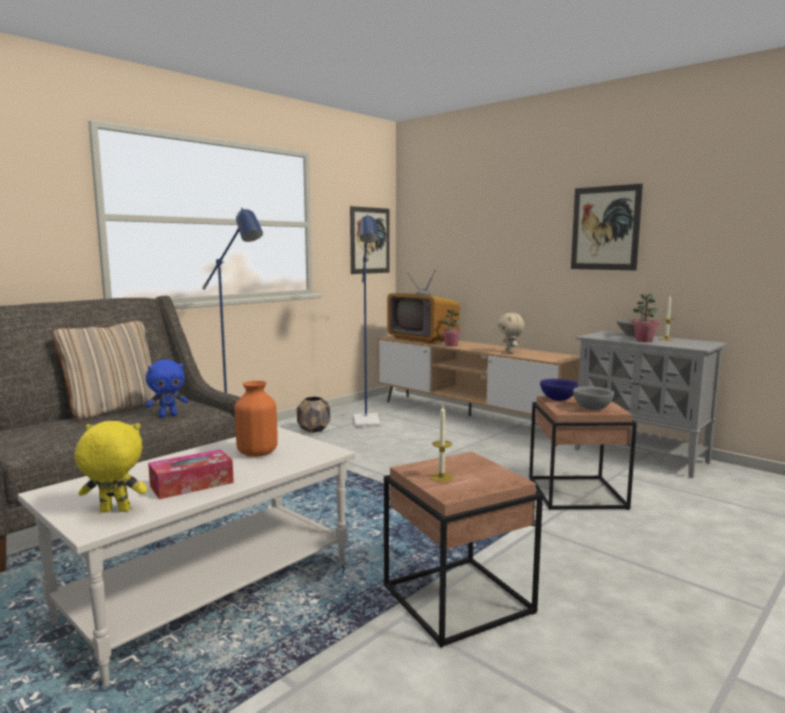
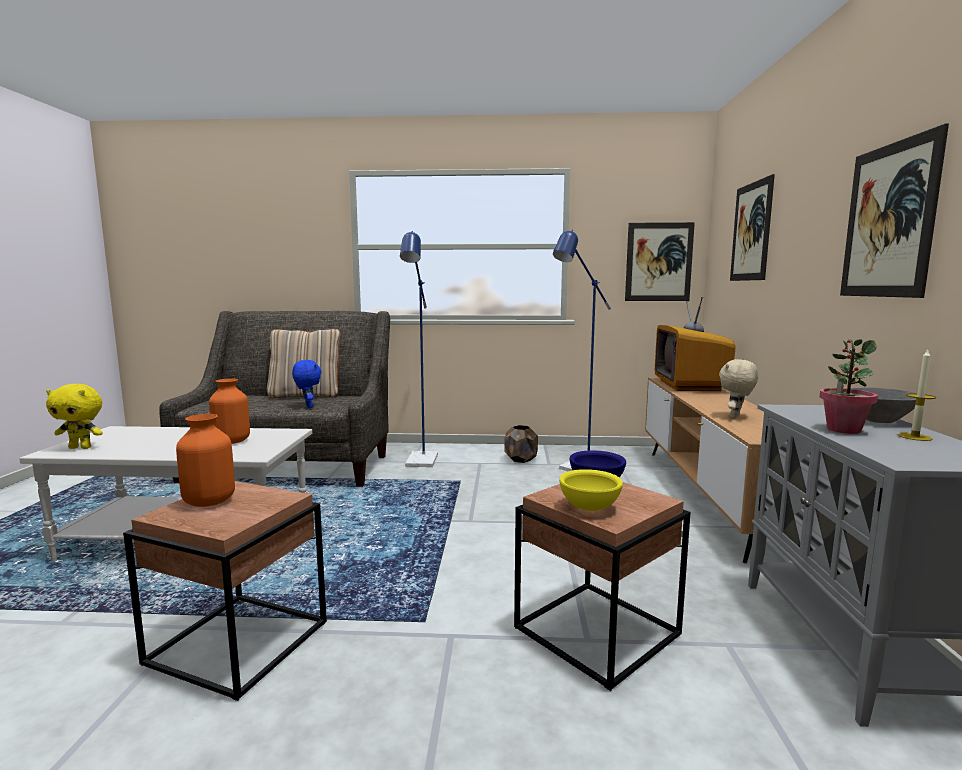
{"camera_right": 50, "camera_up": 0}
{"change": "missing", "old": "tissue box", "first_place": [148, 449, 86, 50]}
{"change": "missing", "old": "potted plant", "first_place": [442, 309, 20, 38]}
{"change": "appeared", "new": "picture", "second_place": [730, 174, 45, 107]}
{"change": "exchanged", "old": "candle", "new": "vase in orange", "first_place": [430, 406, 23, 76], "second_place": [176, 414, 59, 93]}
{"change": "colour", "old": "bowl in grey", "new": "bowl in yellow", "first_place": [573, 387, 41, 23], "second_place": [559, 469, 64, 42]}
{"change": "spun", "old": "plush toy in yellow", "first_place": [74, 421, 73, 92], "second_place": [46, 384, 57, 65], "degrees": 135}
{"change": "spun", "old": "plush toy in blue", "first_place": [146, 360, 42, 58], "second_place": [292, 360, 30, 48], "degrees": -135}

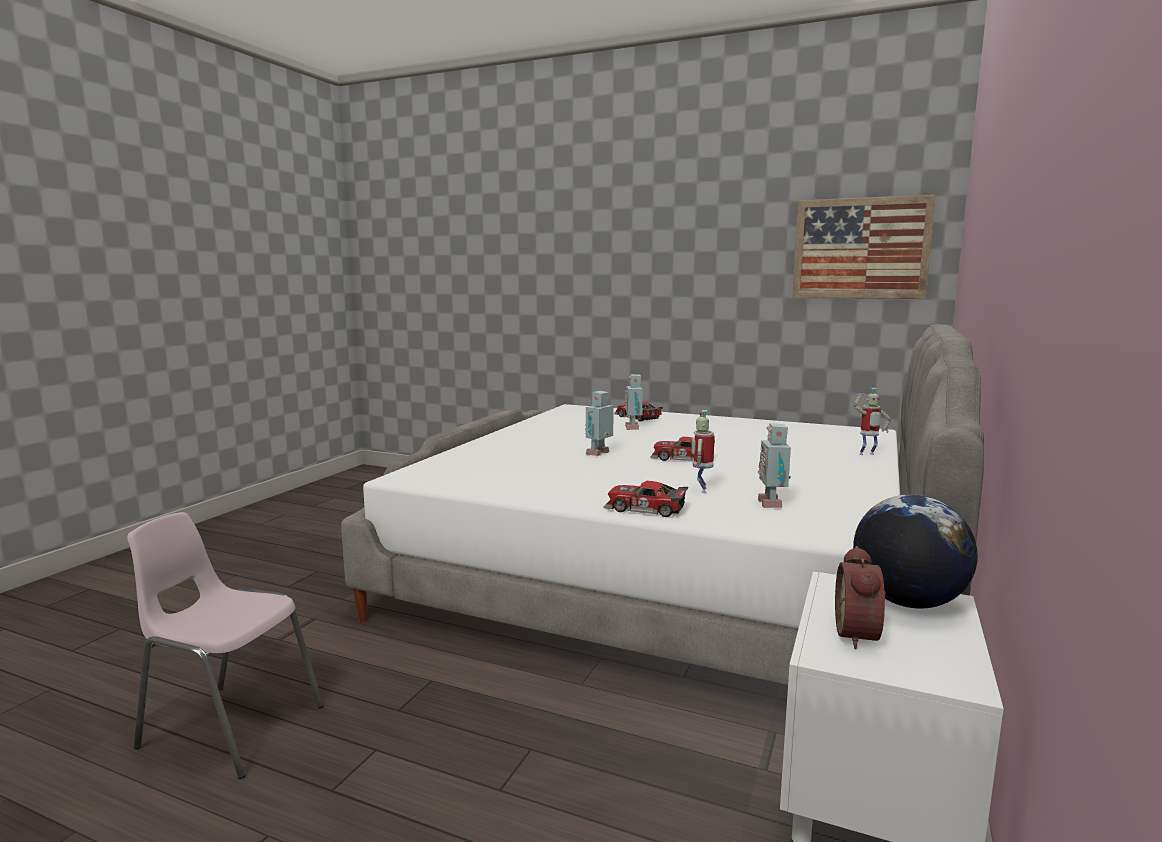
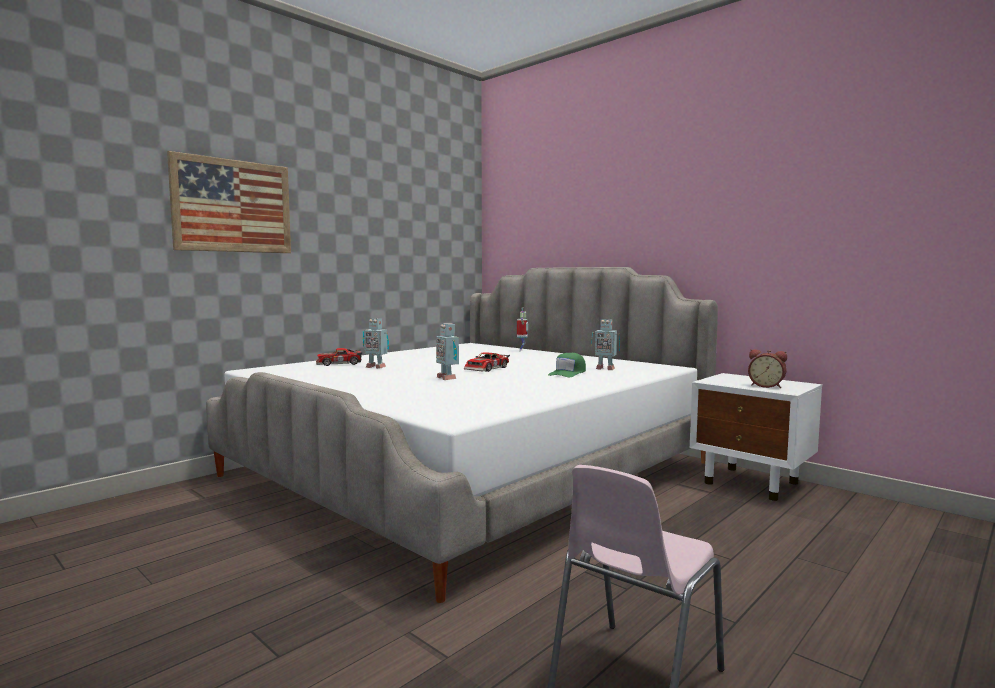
{"camera_right": -70, "camera_up": -5}
{"change": "missing", "old": "toy car", "first_place": [603, 481, 85, 36]}
{"change": "missing", "old": "globe", "first_place": [853, 494, 125, 115]}
{"change": "relocated", "old": "picture", "first_place": [792, 195, 144, 104], "second_place": [167, 151, 124, 102]}
{"change": "exchanged", "old": "toy robot", "new": "cap in green", "first_place": [692, 410, 23, 83], "second_place": [548, 353, 38, 24]}

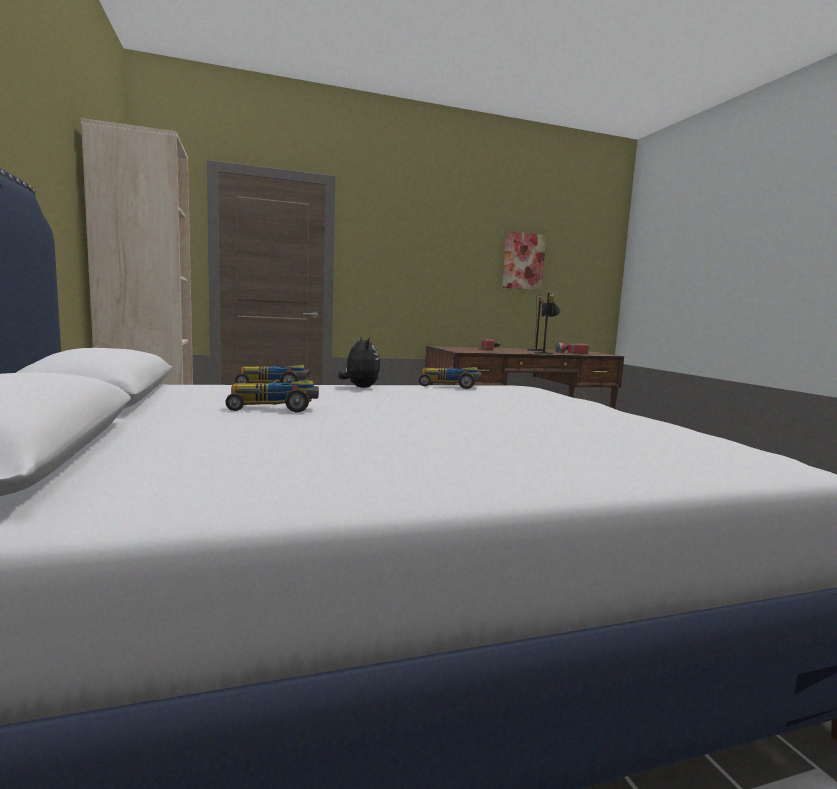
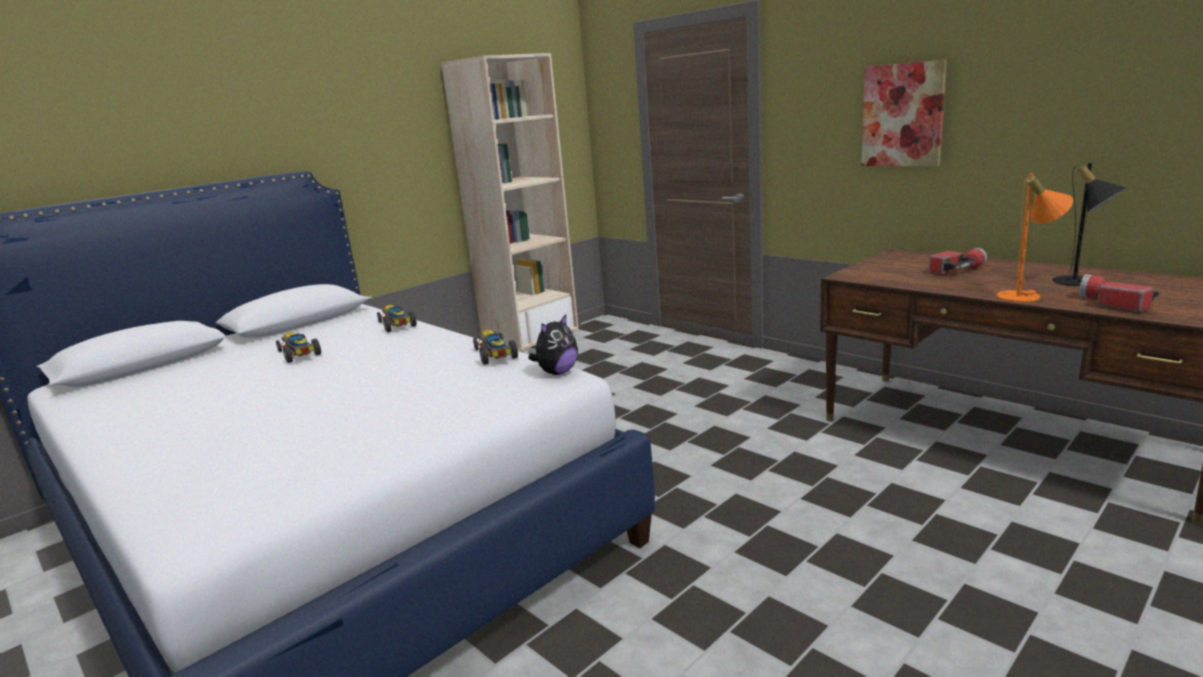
{"camera_right": 65, "camera_up": 10}
{"change": "relocated", "old": "plush toy", "first_place": [338, 336, 43, 52], "second_place": [528, 314, 50, 61]}
{"change": "relocated", "old": "picture", "first_place": [502, 231, 44, 59], "second_place": [861, 60, 86, 107]}
{"change": "colour", "old": "table lamp in black", "new": "table lamp in orange", "first_place": [534, 293, 26, 61], "second_place": [997, 173, 76, 129]}

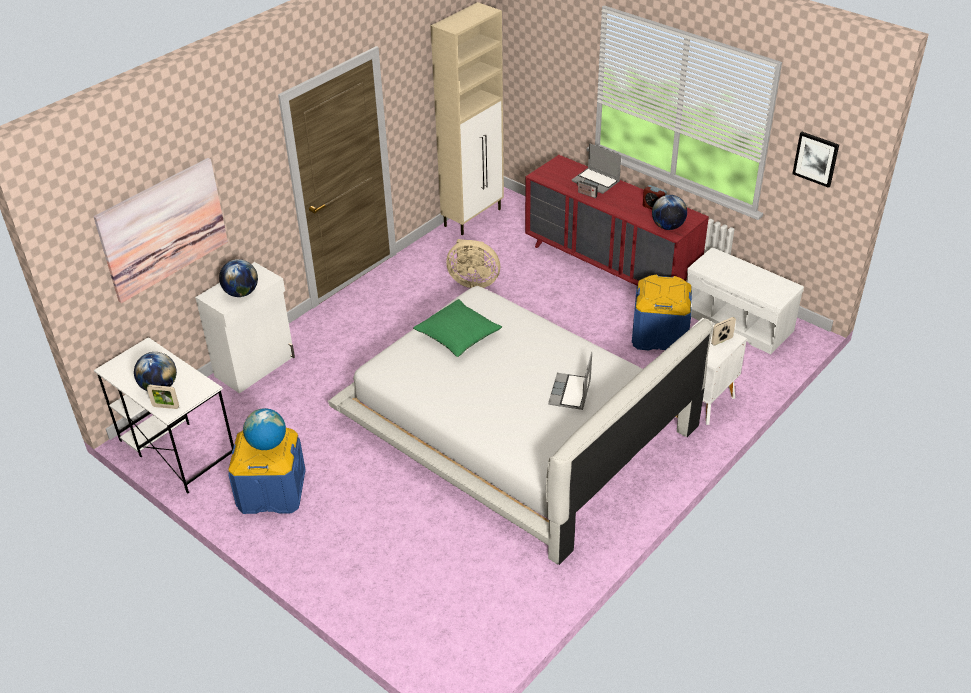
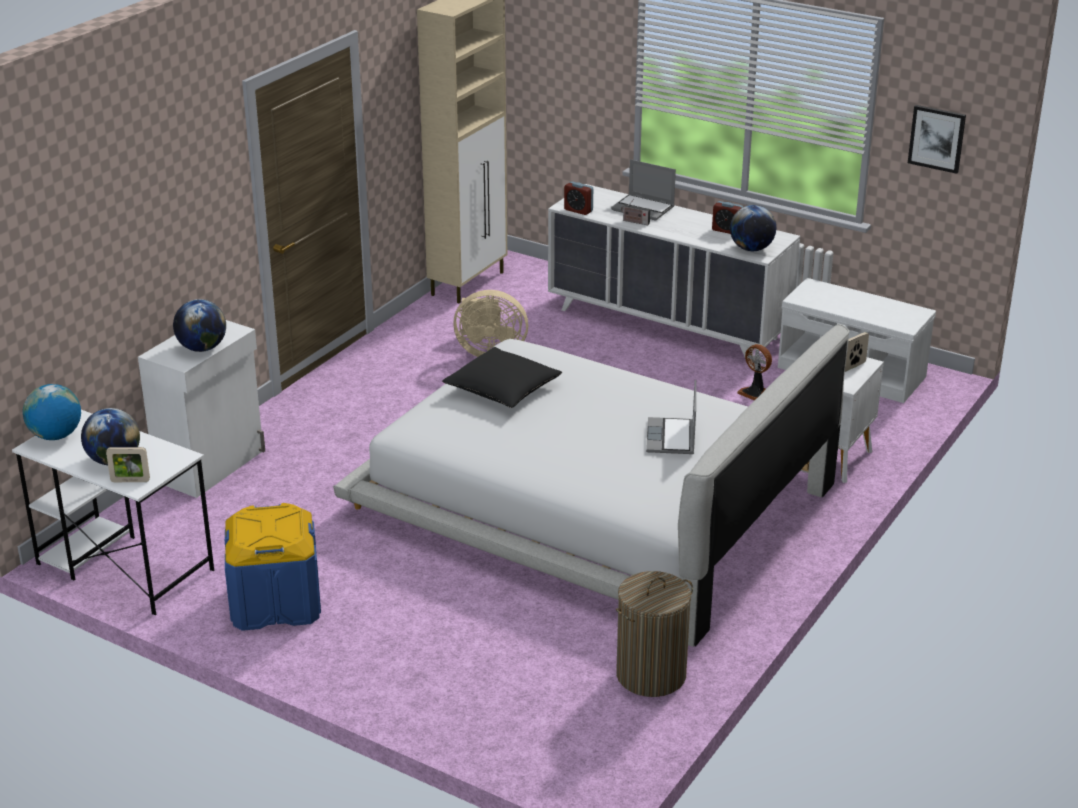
{"camera_right": -10, "camera_up": -10}
{"change": "missing", "old": "picture", "first_place": [93, 158, 135, 145]}
{"change": "appeared", "new": "alarm clock", "second_place": [564, 181, 29, 34]}
{"change": "appeared", "new": "laundry basket", "second_place": [616, 571, 77, 126]}
{"change": "relocated", "old": "globe", "first_place": [243, 408, 43, 42], "second_place": [23, 384, 58, 56]}
{"change": "exchanged", "old": "storage box in blue", "new": "fan", "first_place": [632, 275, 60, 75], "second_place": [737, 344, 35, 57]}
{"change": "colour", "old": "pillow in green", "new": "pillow in black", "first_place": [413, 299, 89, 58], "second_place": [442, 347, 120, 61]}
{"change": "colour", "old": "dresser in red", "new": "dresser in white", "first_place": [525, 155, 184, 131], "second_place": [548, 184, 252, 173]}

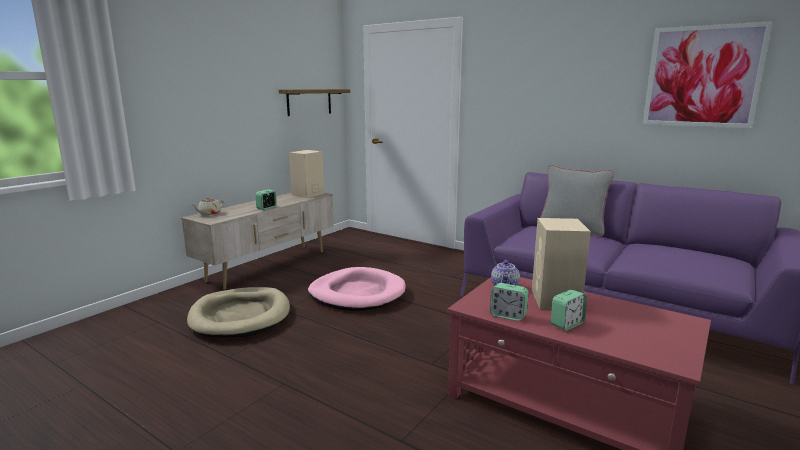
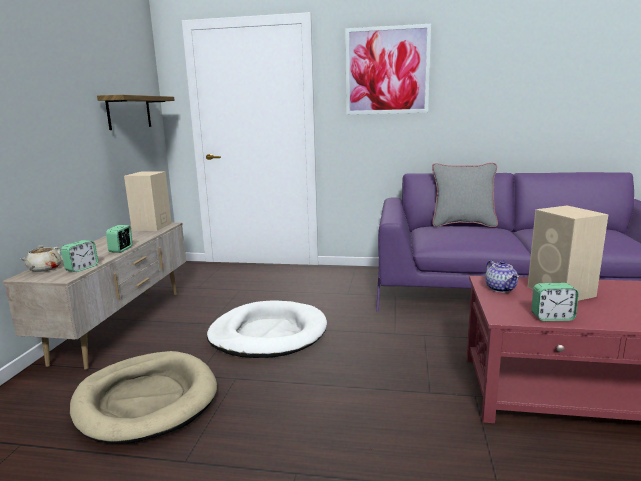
{"camera_right": -25, "camera_up": 0}
{"change": "relocated", "old": "alarm clock", "first_place": [551, 290, 36, 41], "second_place": [61, 240, 37, 32]}
{"change": "relocated", "old": "picture", "first_place": [643, 21, 130, 107], "second_place": [345, 24, 86, 91]}
{"change": "colour", "old": "dog bed in pink", "new": "dog bed in white", "first_place": [308, 267, 98, 44], "second_place": [207, 301, 120, 57]}

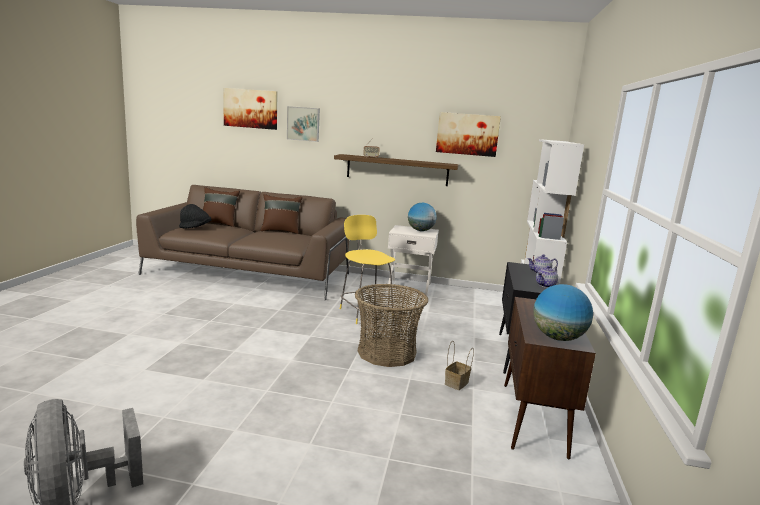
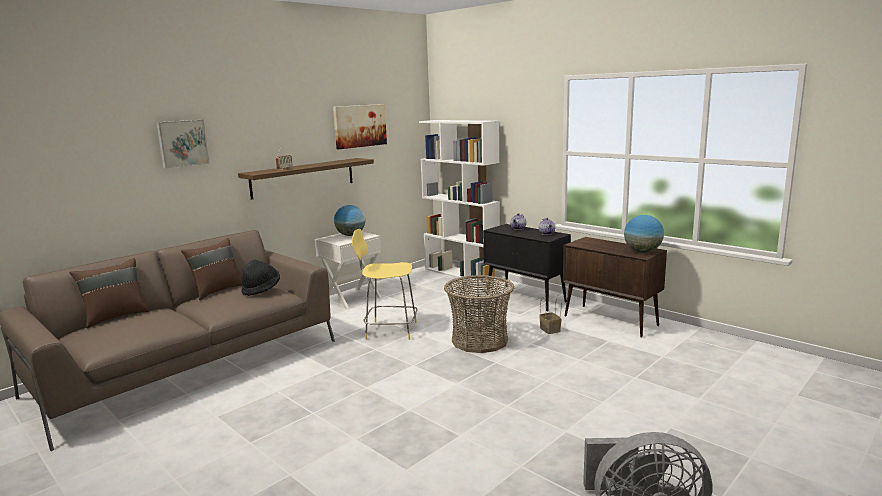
{"camera_right": -55, "camera_up": 0}
{"change": "missing", "old": "picture", "first_place": [223, 88, 55, 42]}
{"change": "relocated", "old": "hat in black", "first_place": [179, 204, 32, 24], "second_place": [241, 260, 39, 36]}

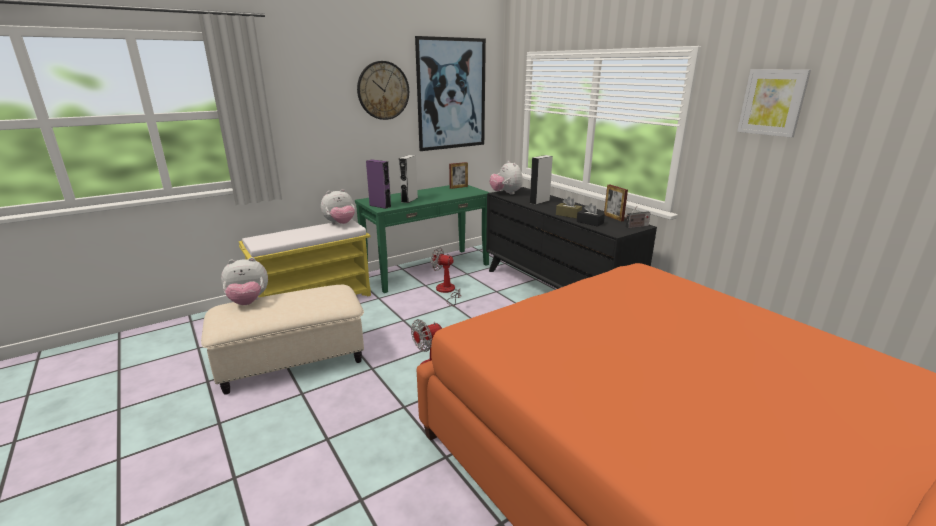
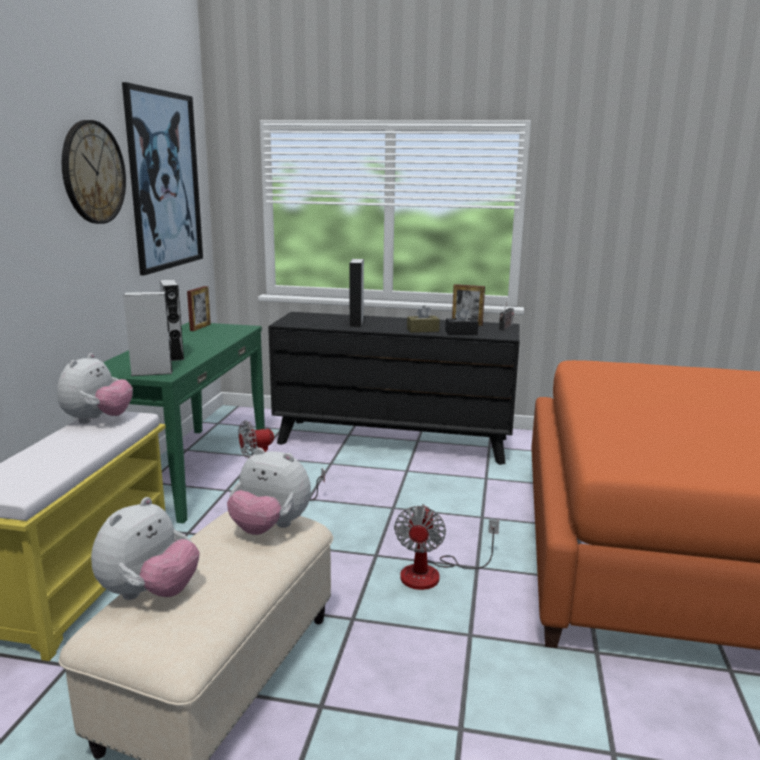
{"camera_right": -45, "camera_up": -5}
{"change": "missing", "old": "picture", "first_place": [737, 69, 74, 69]}
{"change": "relocated", "old": "plush toy", "first_place": [490, 161, 33, 34], "second_place": [227, 448, 84, 87]}
{"change": "colour", "old": "speaker in purple", "new": "speaker in grey", "first_place": [366, 159, 25, 50], "second_place": [123, 292, 50, 84]}

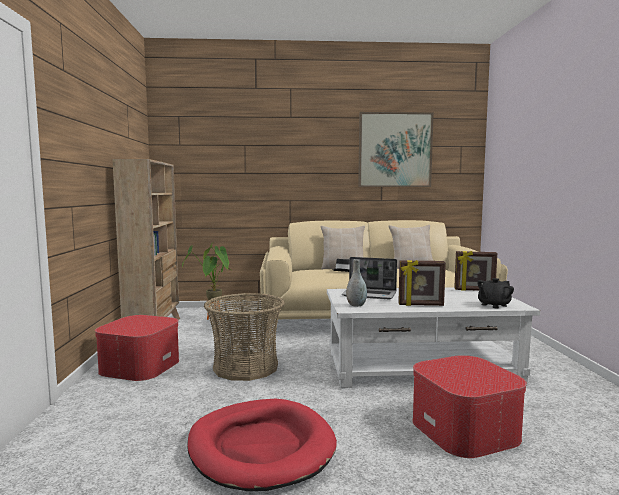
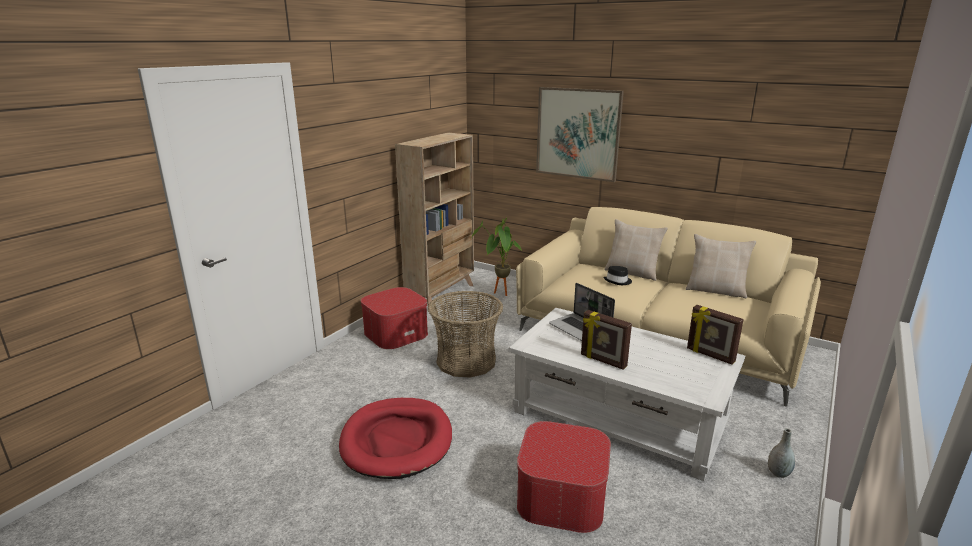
{"camera_right": 35, "camera_up": 15}
{"change": "missing", "old": "teapot in black", "first_place": [477, 278, 37, 30]}
{"change": "relocated", "old": "vase in grey", "first_place": [346, 259, 21, 48], "second_place": [768, 428, 27, 50]}
{"change": "relocated", "old": "picture", "first_place": [358, 112, 76, 75], "second_place": [536, 87, 88, 95]}

